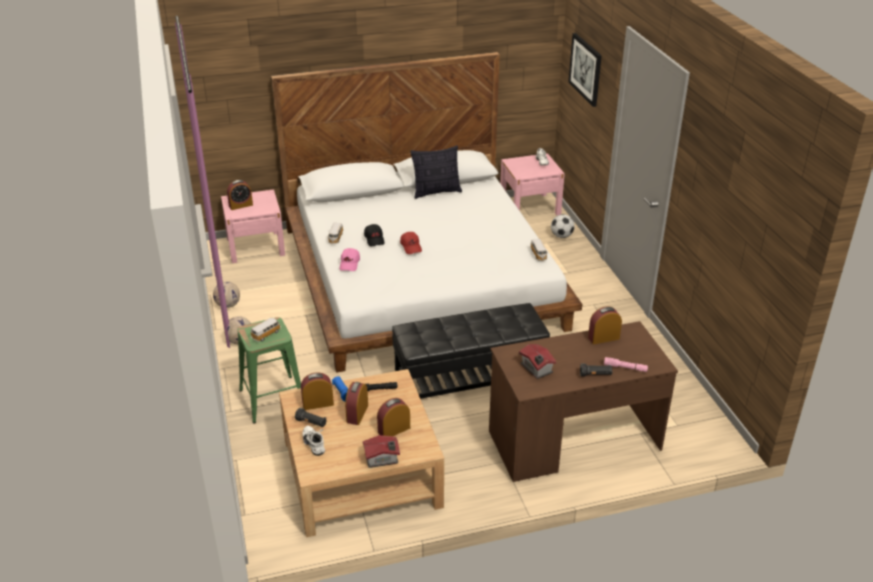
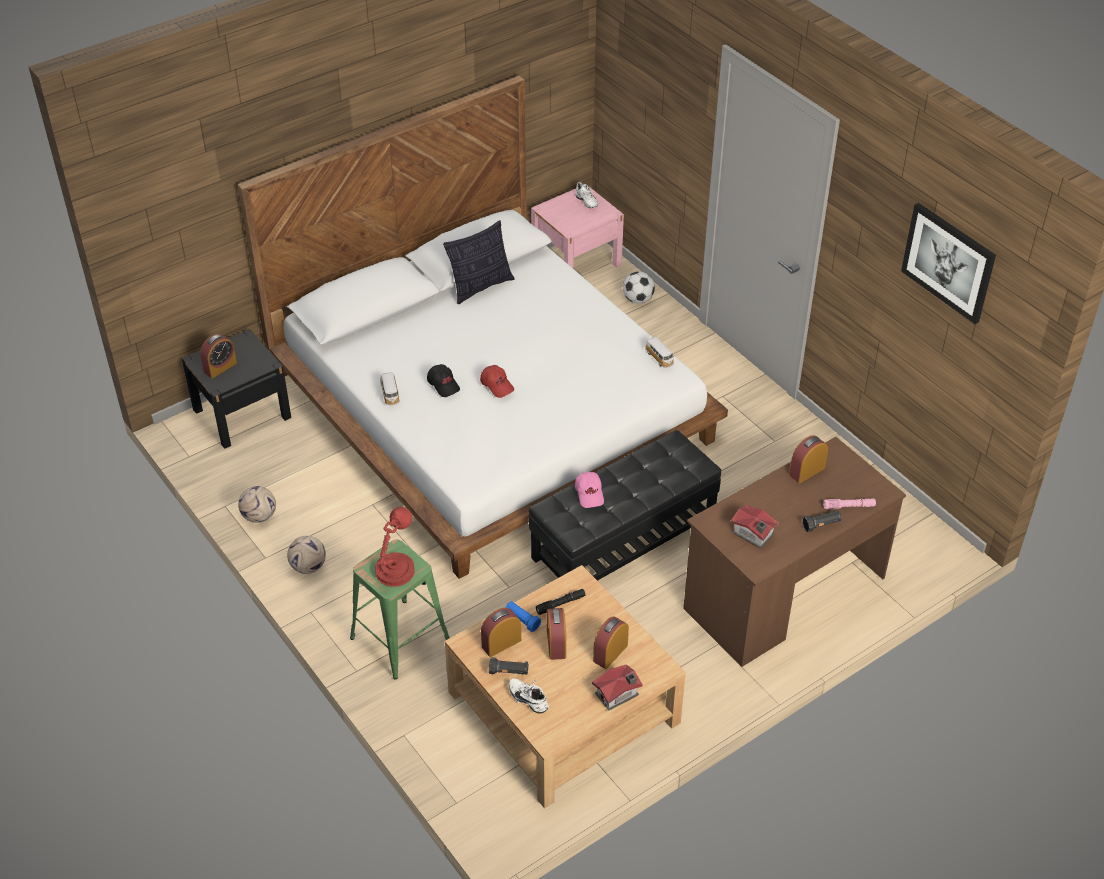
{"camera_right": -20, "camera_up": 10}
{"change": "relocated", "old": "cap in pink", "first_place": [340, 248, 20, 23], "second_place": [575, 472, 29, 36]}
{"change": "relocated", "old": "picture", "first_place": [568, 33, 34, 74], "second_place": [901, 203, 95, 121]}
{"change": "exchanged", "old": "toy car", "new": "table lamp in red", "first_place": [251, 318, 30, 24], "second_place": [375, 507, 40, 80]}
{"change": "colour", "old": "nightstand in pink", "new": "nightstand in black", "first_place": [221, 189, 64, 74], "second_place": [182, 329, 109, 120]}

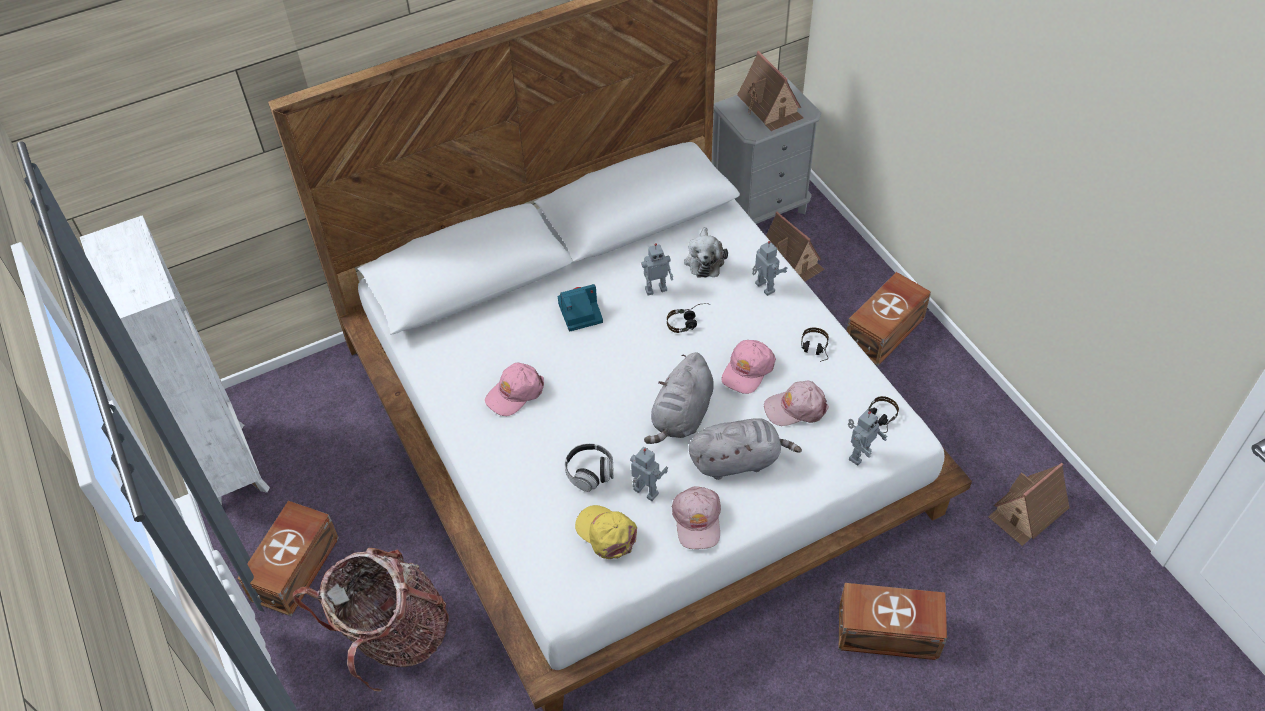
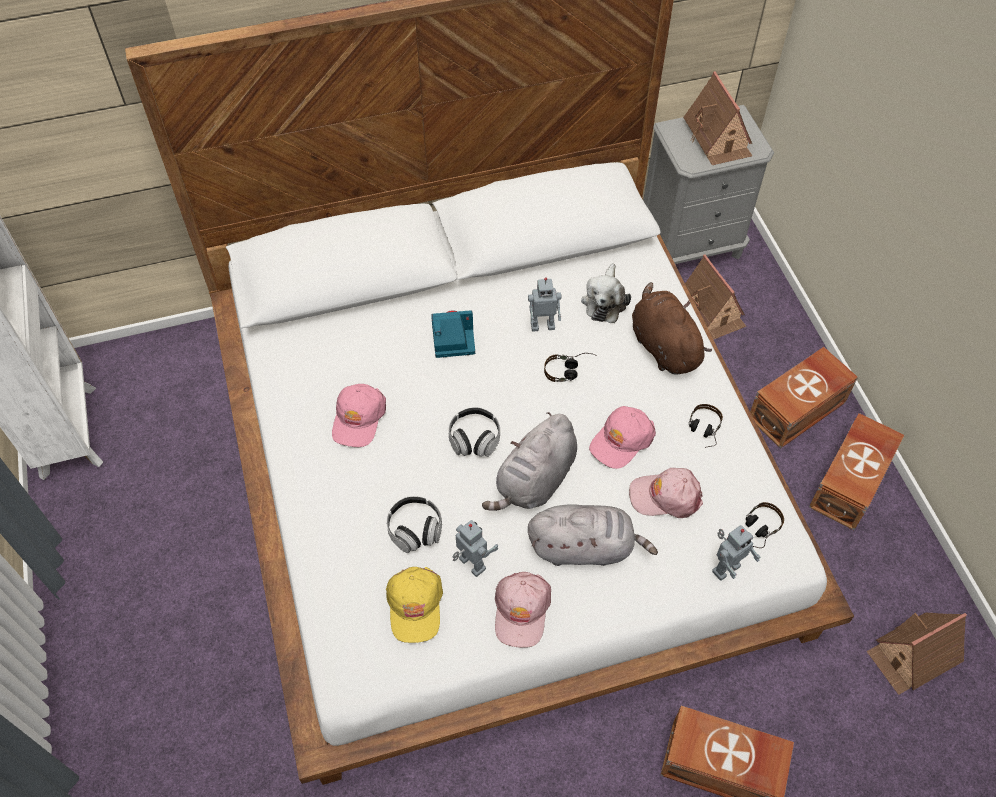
{"camera_right": 10, "camera_up": 5}
{"change": "missing", "old": "backpack", "first_place": [293, 548, 155, 144]}
{"change": "appeared", "new": "headphones", "second_place": [448, 407, 52, 50]}
{"change": "relocated", "old": "storage box in brown", "first_place": [237, 501, 102, 115], "second_place": [809, 413, 95, 117]}
{"change": "exchanged", "old": "toy robot", "new": "plush toy in brown", "first_place": [752, 241, 35, 55], "second_place": [632, 282, 80, 93]}
{"change": "spun", "old": "cap in pink", "first_place": [485, 363, 59, 53], "second_place": [332, 384, 54, 63], "degrees": -45}
{"change": "spun", "old": "cap in yellow", "first_place": [575, 505, 62, 54], "second_place": [386, 567, 57, 76], "degrees": -150}

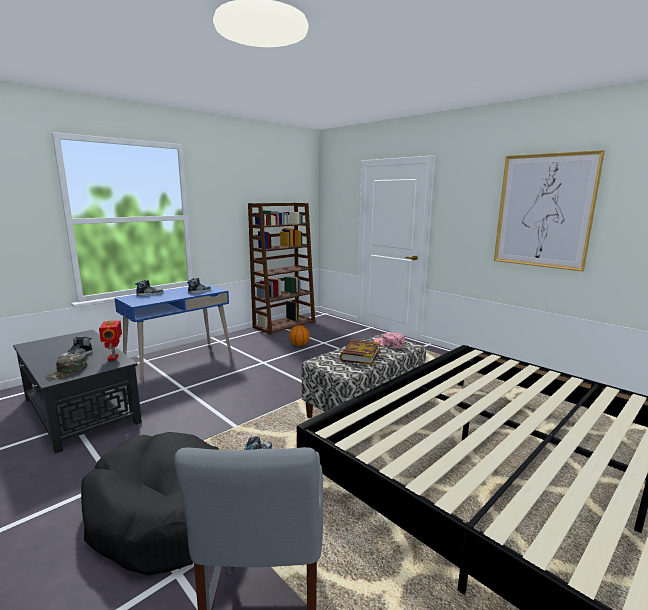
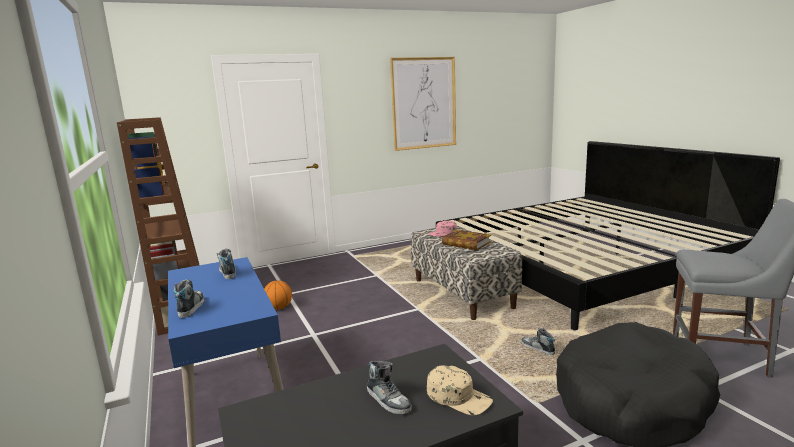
{"camera_right": -70, "camera_up": 0}
{"change": "missing", "old": "toy robot", "first_place": [99, 320, 23, 41]}
{"change": "colour", "old": "cap in green", "new": "cap in beige", "first_place": [45, 353, 42, 26], "second_place": [427, 365, 66, 50]}

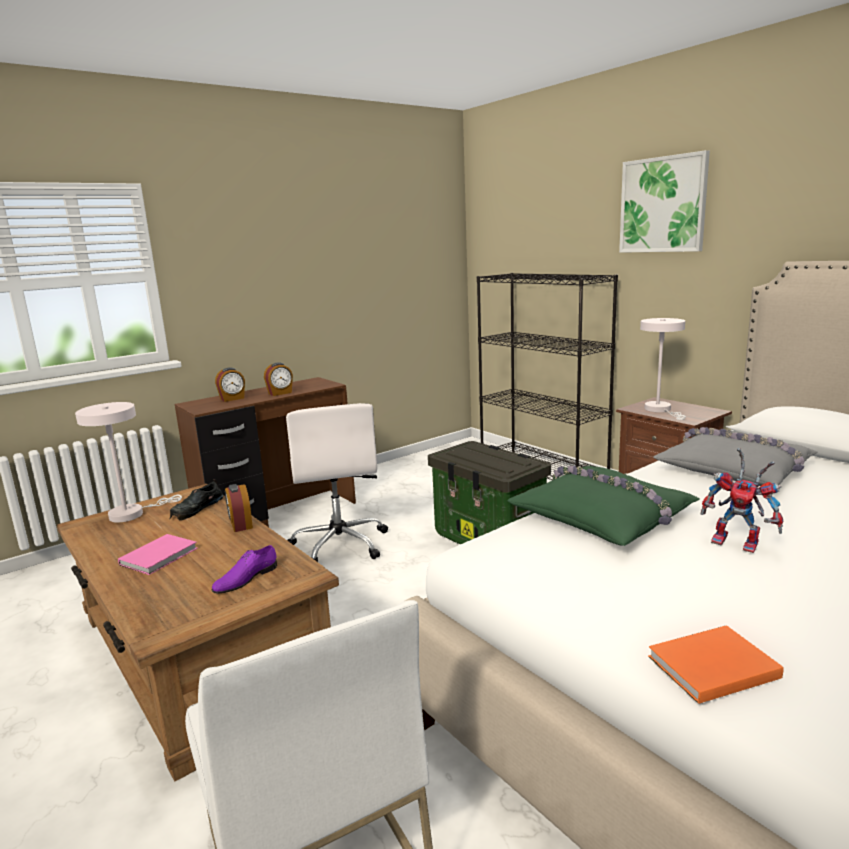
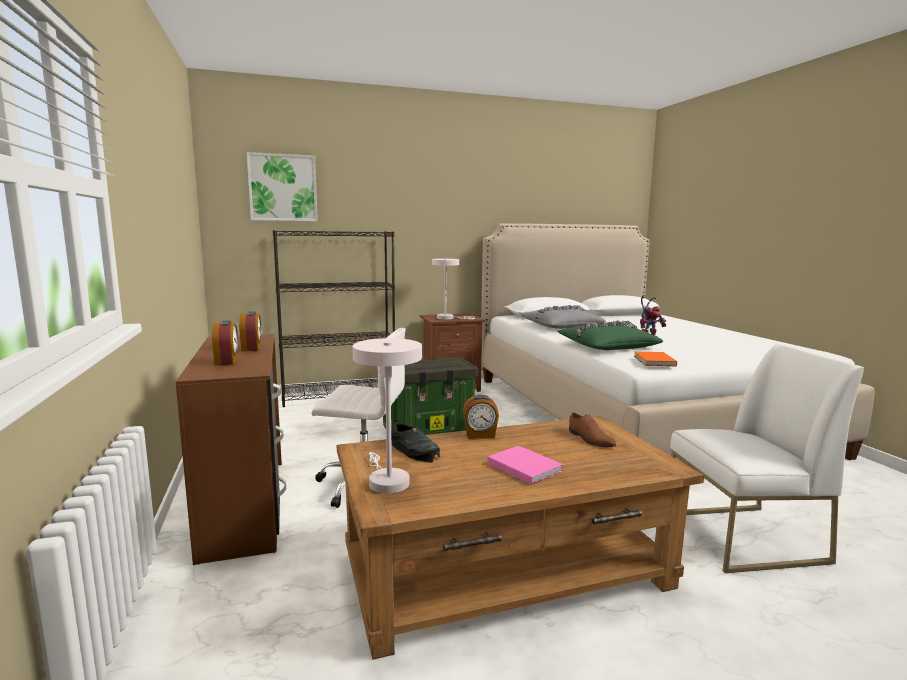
{"camera_right": -70, "camera_up": -5}
{"change": "relocated", "old": "picture", "first_place": [619, 150, 91, 103], "second_place": [247, 152, 71, 69]}
{"change": "relocated", "old": "book in orange", "first_place": [648, 625, 136, 79], "second_place": [634, 351, 43, 15]}
{"change": "colour", "old": "shoe in purple", "new": "shoe in brown", "first_place": [212, 545, 65, 49], "second_place": [569, 413, 47, 34]}

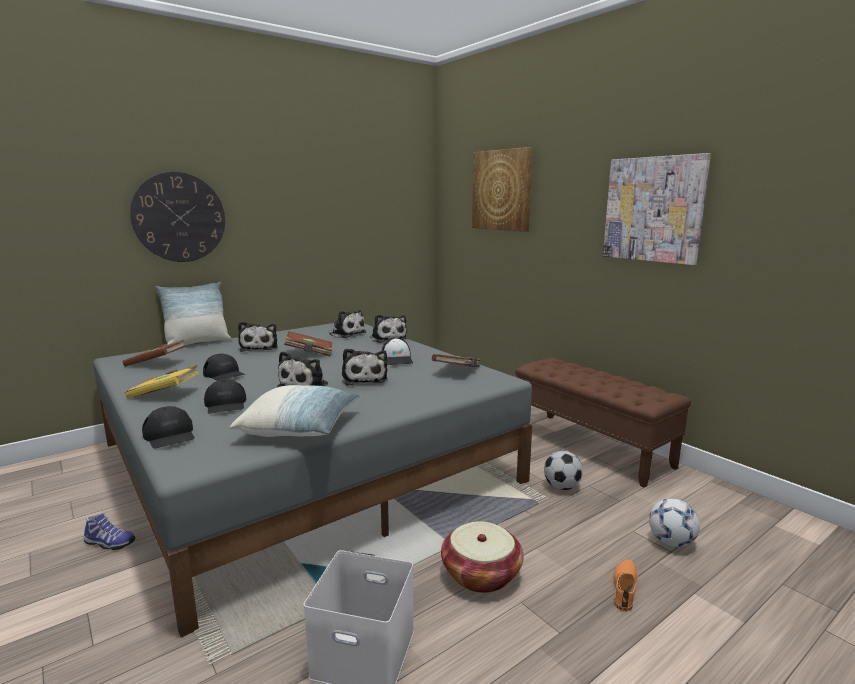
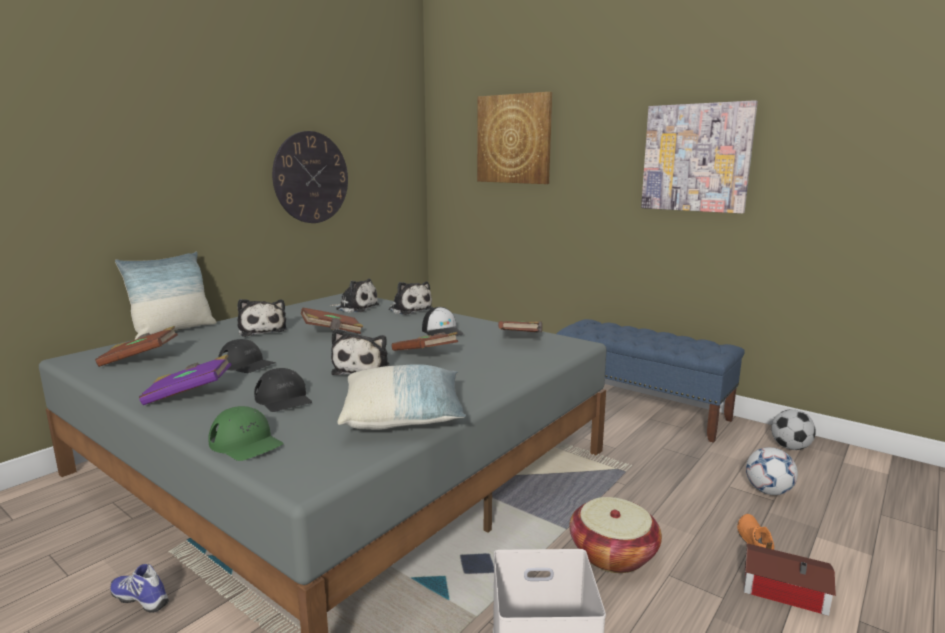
{"camera_right": -15, "camera_up": 0}
{"change": "appeared", "new": "toy house", "second_place": [744, 543, 92, 73]}
{"change": "relocated", "old": "wall clock", "first_place": [130, 172, 95, 90], "second_place": [272, 131, 76, 92]}
{"change": "relocated", "old": "football", "first_place": [544, 451, 39, 39], "second_place": [771, 409, 45, 41]}
{"change": "exchanged", "old": "plush toy", "new": "book in brown", "first_place": [342, 348, 46, 38], "second_place": [392, 332, 66, 19]}
{"change": "colour", "old": "book in yellow", "new": "book in purple", "first_place": [125, 365, 75, 34], "second_place": [139, 354, 93, 51]}
{"change": "colour", "old": "cap in black", "new": "cap in green", "first_place": [142, 406, 53, 42], "second_place": [208, 406, 76, 55]}
{"change": "colour", "old": "bench in brown", "new": "bench in blue", "first_place": [515, 358, 176, 130], "second_place": [556, 319, 189, 124]}
{"change": "spun", "old": "shoe", "first_place": [84, 513, 51, 37], "second_place": [110, 564, 59, 49], "degrees": -150}

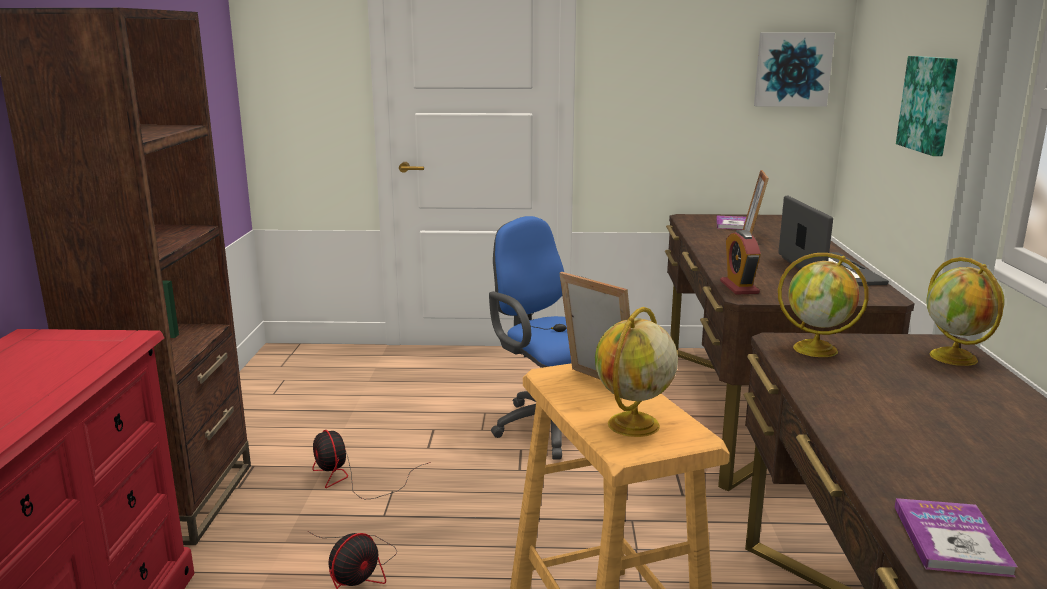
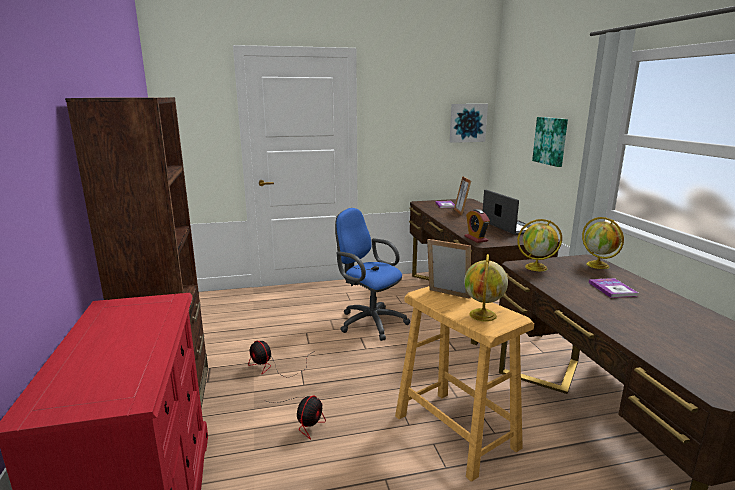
{"camera_right": -15, "camera_up": 0}
{"change": "relocated", "old": "book", "first_place": [895, 498, 123, 79], "second_place": [589, 278, 49, 20]}

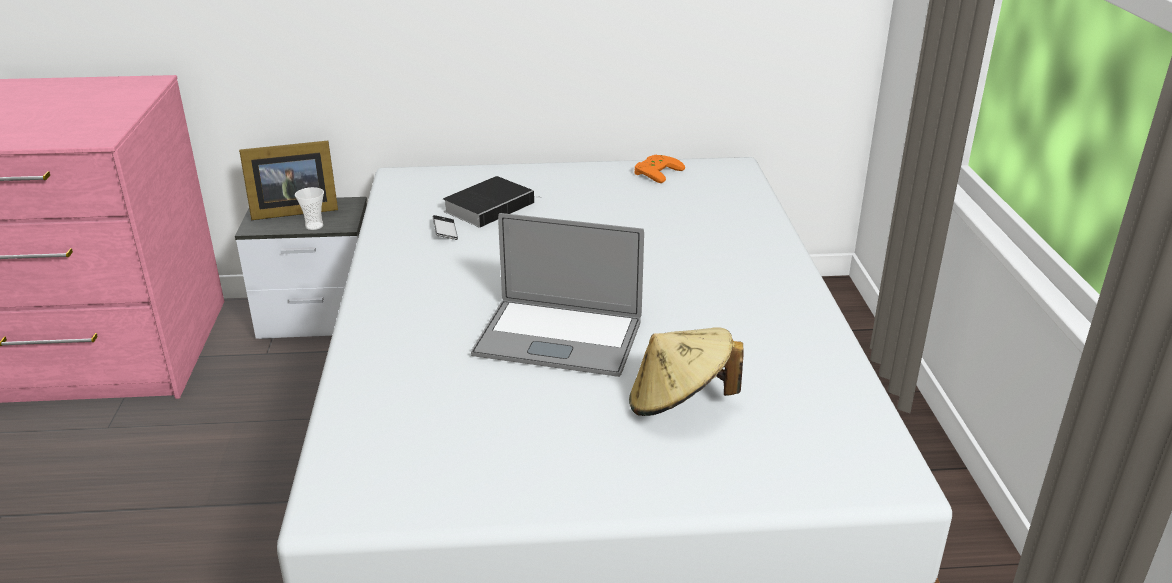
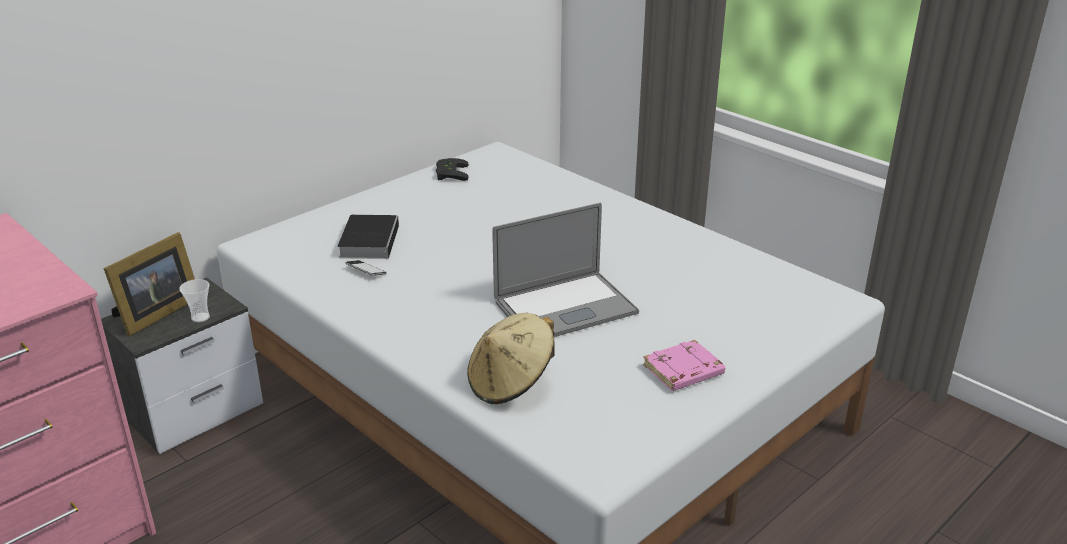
{"camera_right": -40, "camera_up": 0}
{"change": "appeared", "new": "book in pink", "second_place": [643, 340, 82, 51]}
{"change": "relocated", "old": "hat in beige", "first_place": [629, 327, 115, 89], "second_place": [467, 313, 88, 91]}
{"change": "colour", "old": "game controller in orange", "new": "game controller in black", "first_place": [634, 155, 51, 28], "second_place": [436, 158, 33, 23]}

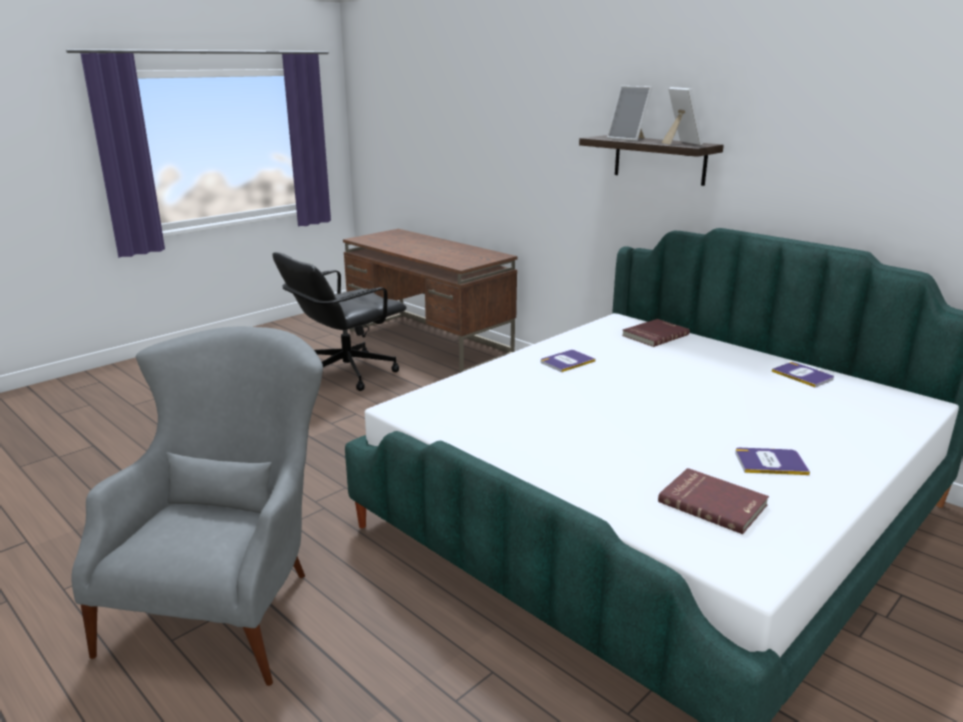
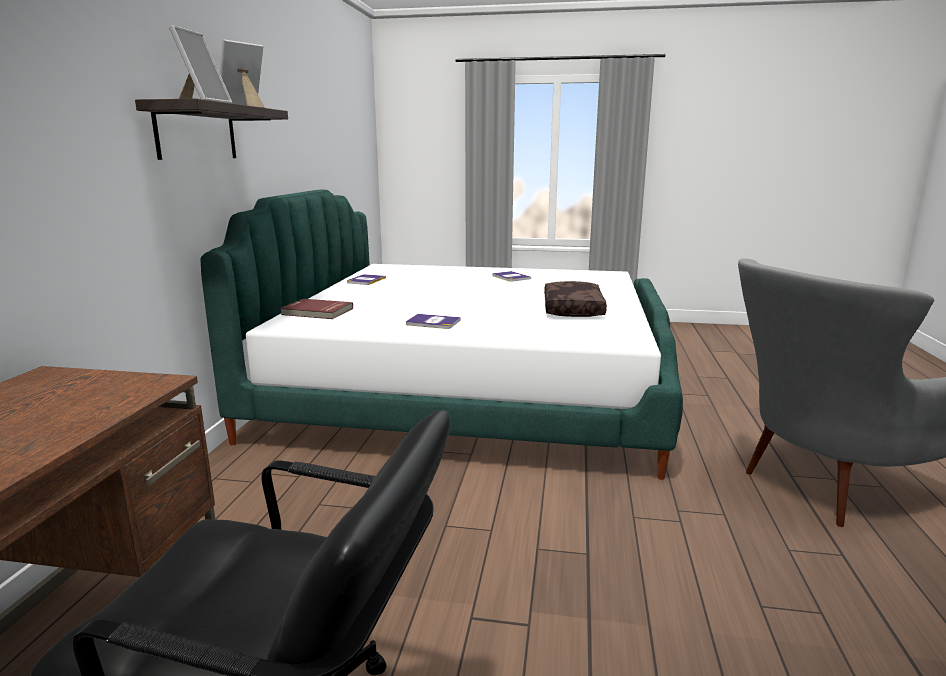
{"camera_right": -125, "camera_up": -5}
{"change": "missing", "old": "book in red", "first_place": [658, 468, 111, 66]}
{"change": "appeared", "new": "pillow in brown", "second_place": [544, 281, 63, 36]}

